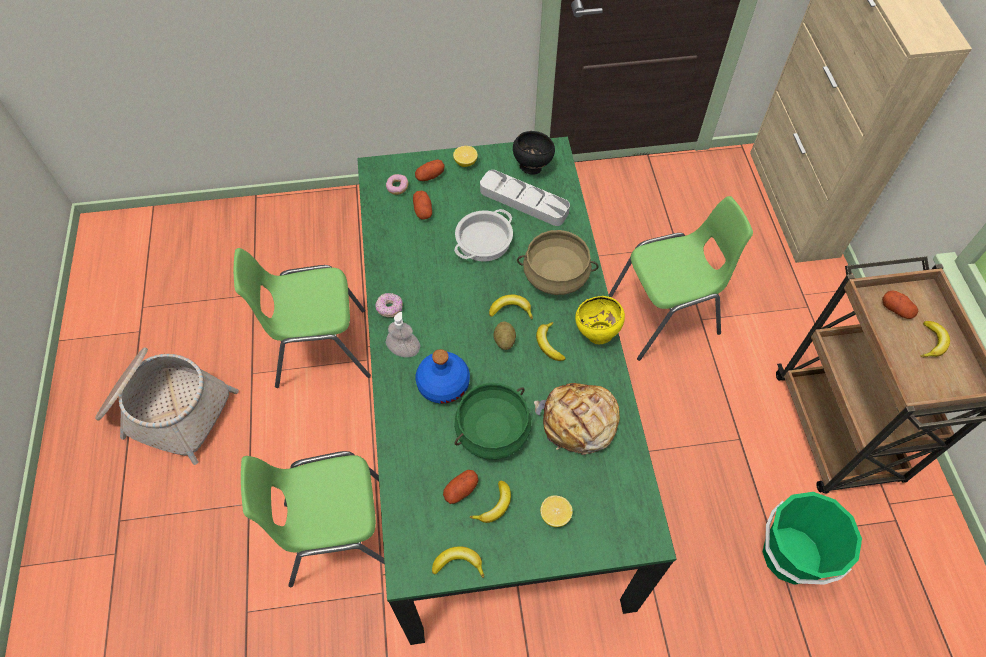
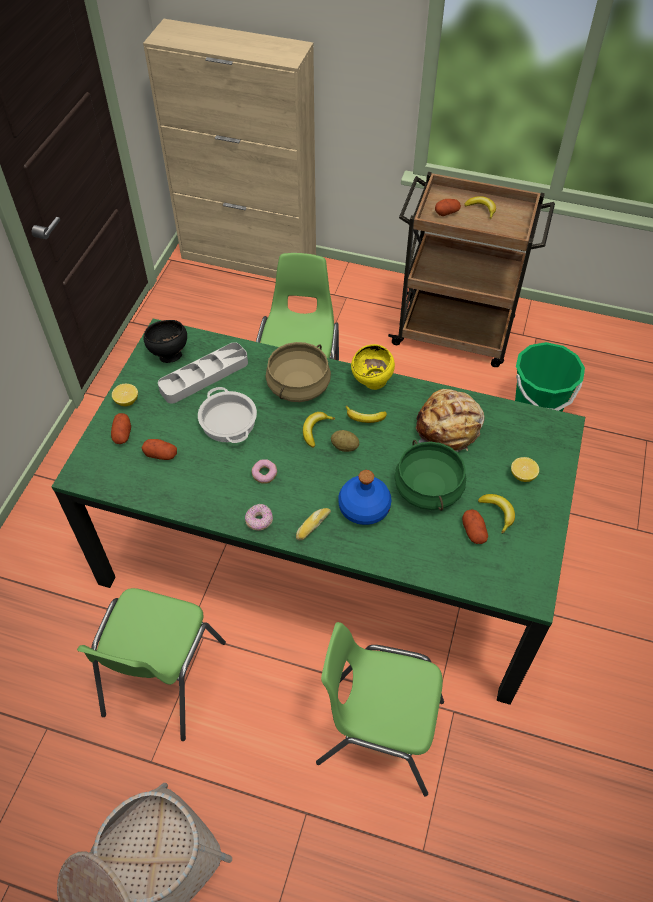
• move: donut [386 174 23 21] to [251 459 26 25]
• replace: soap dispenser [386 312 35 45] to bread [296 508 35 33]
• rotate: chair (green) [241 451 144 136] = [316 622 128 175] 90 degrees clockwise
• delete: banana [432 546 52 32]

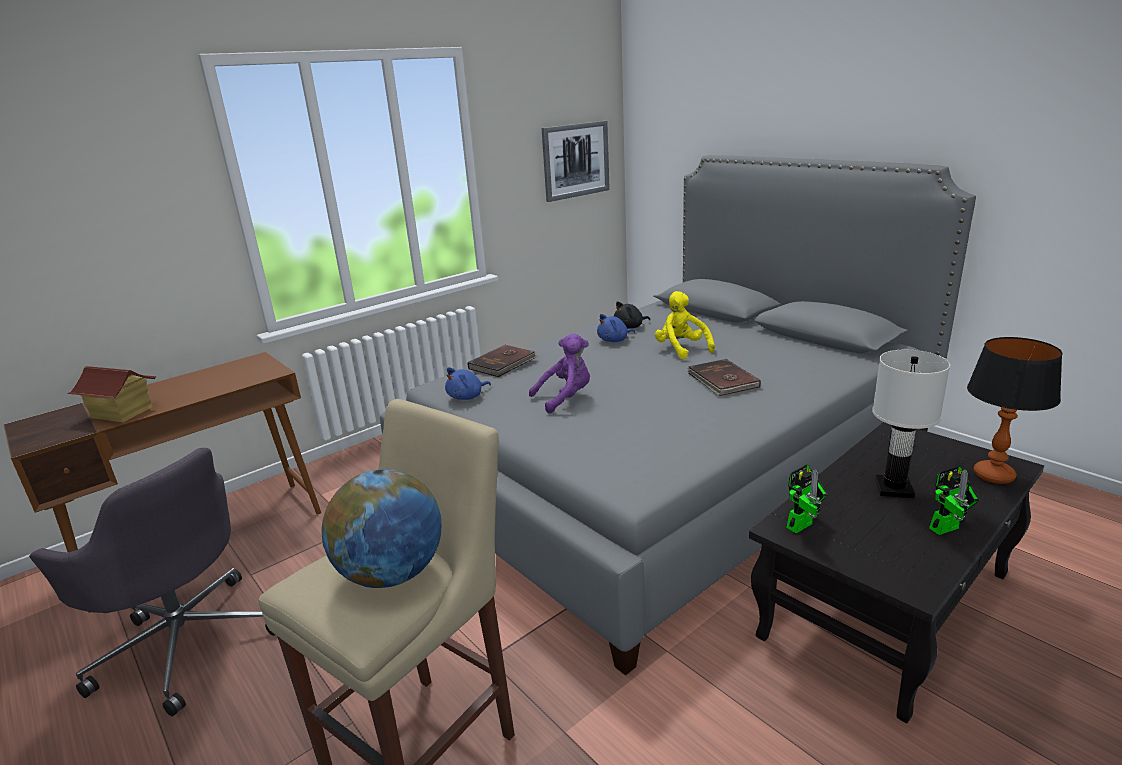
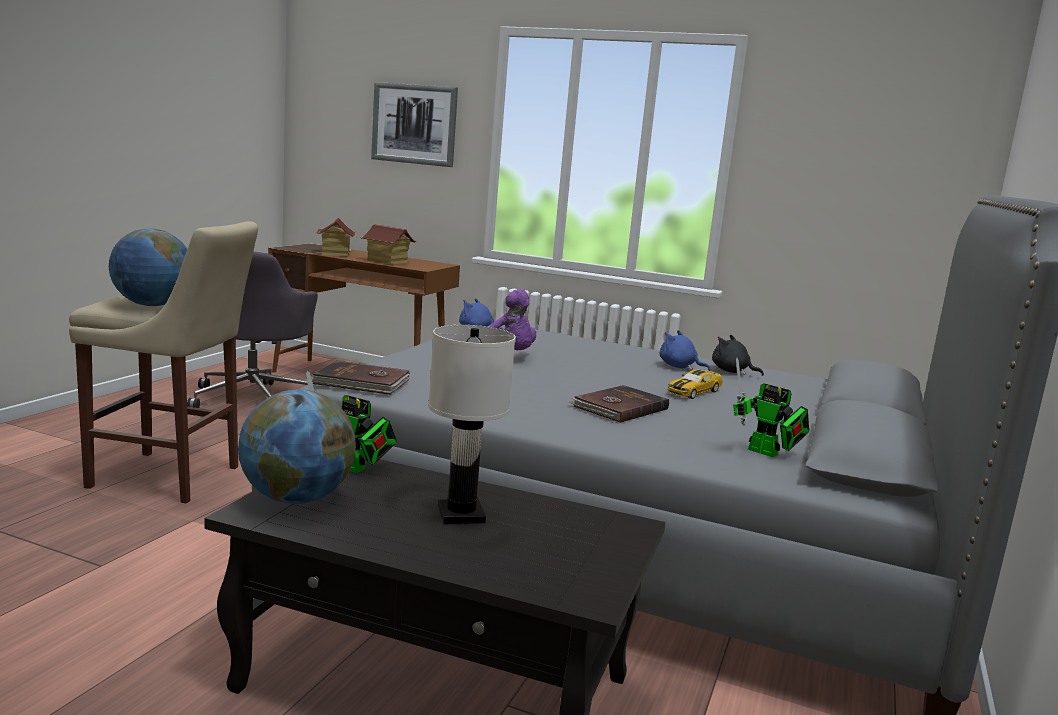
• insert: globe [238 390 118 114]
• move: book (brown) [468 344 70 33] to [312 361 98 34]
• insert: toy house [362 224 55 40]
• move: picture [542 121 68 81] to [371 82 87 85]
• replace: plush toy (yellow) [655 291 60 68] to toy car [668 370 55 29]
• move: toy robot [929 466 51 69] to [733 357 76 100]
• delete: table lamp [967 337 96 147]

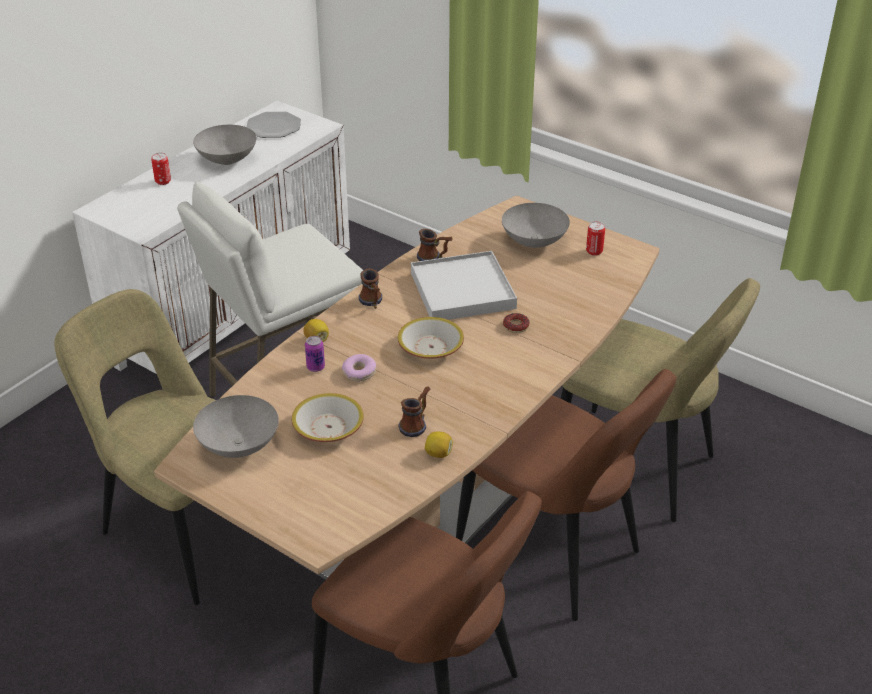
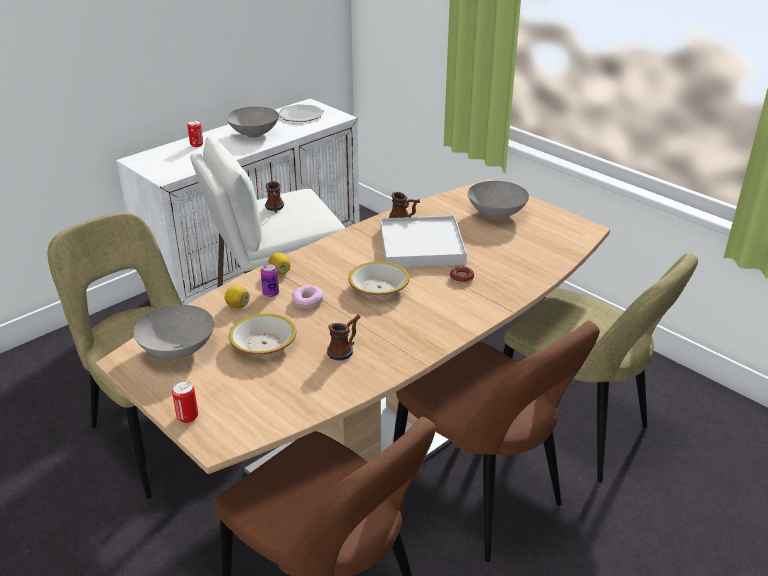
• move: can [586 222 19 34] to [172 381 26 42]
• move: lemon [425 431 28 27] to [224 286 26 22]
• move: mug [359 269 23 40] to [265 181 19 32]

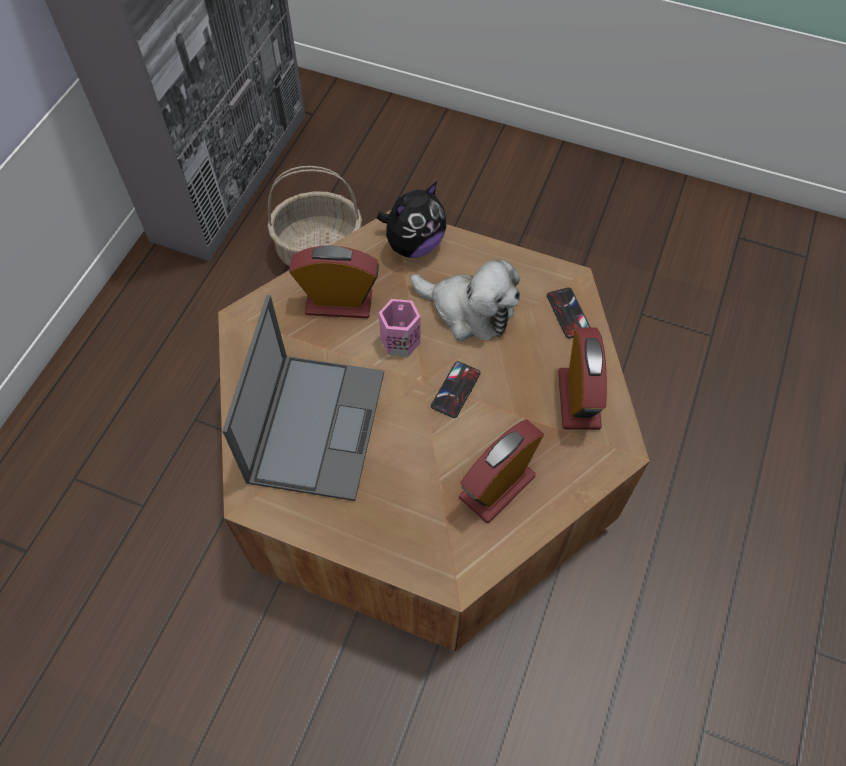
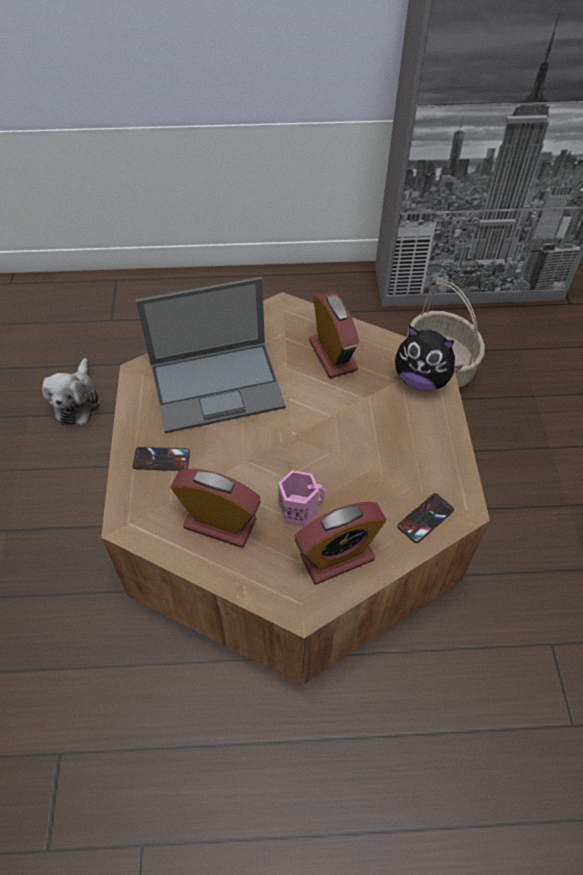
• move: plush toy [410 259 110 82] to [42 358 58 67]
• move: phone [431 361 50 57] to [132 447 58 24]
• move: mug (pink) [379 299 42 58] to [278 470 48 57]

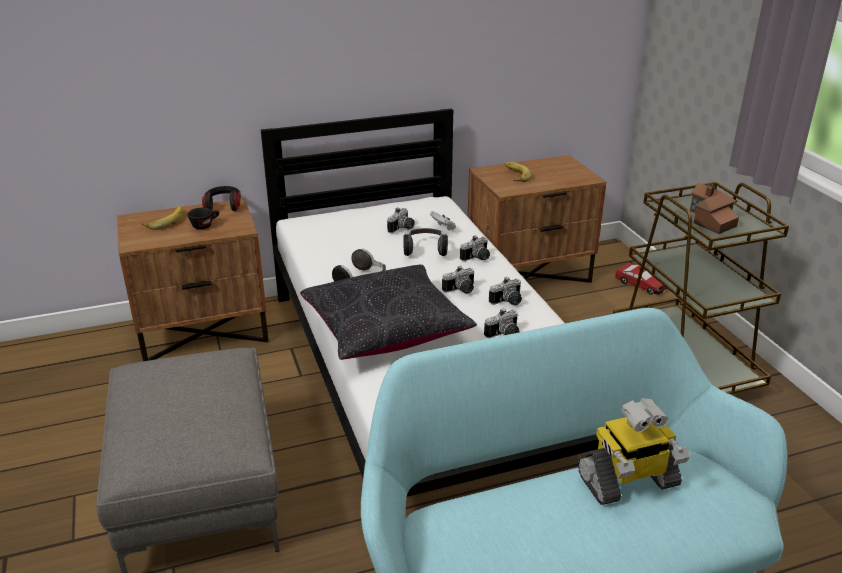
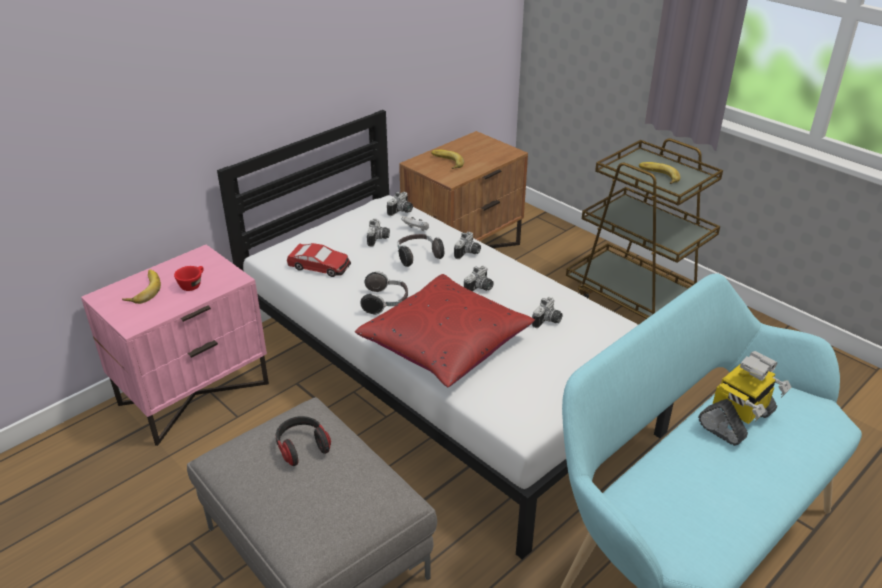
• recolor: nightstand (brown) [117 199 152 162] to nightstand (pink) [81 245 188 201]
• recolor: cup (black) [188 208 31 22] to cup (red) [174 266 30 25]
• move: headphones [202 186 39 25] to [276 416 55 50]
• move: toy car [615 263 52 32] to [287 243 64 34]
• recolor: pillow (black) [300 265 177 95] to pillow (red) [355 274 180 113]
• move: photo camera [489 277 33 28] to [387 192 26 24]
• replace: toy house [690 183 49 51] to banana [639 162 42 22]

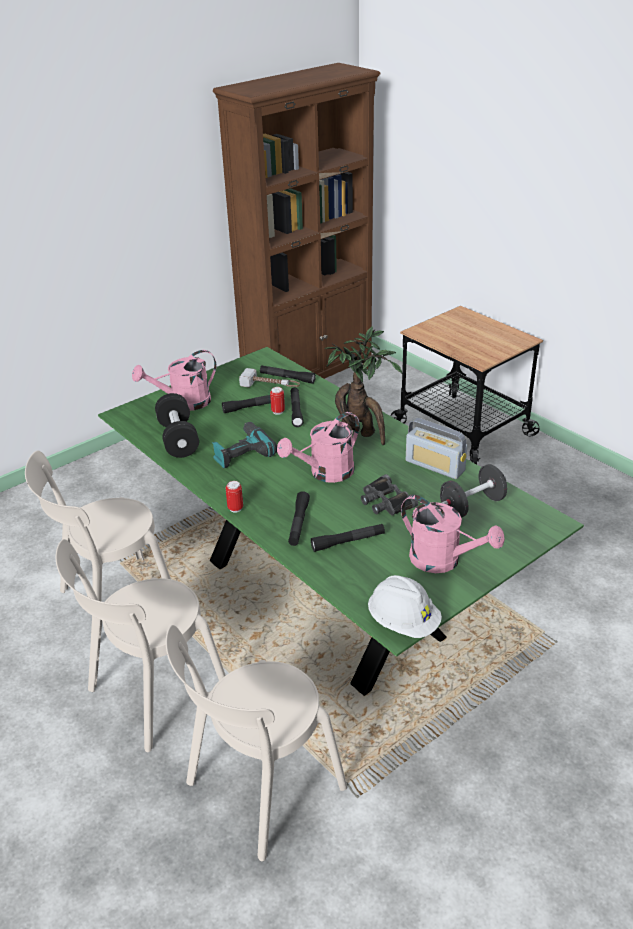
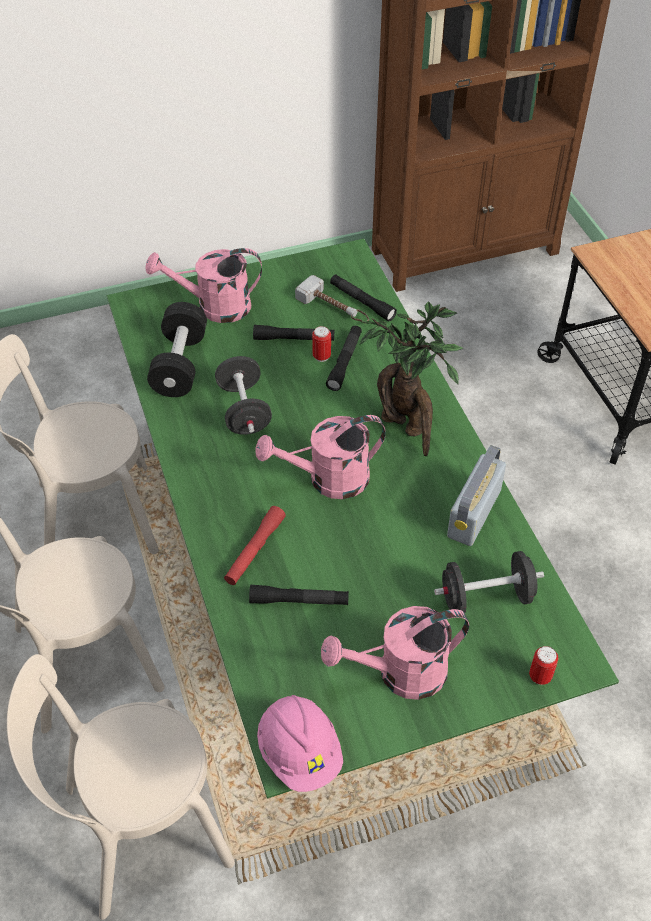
• replace: power drill [212 422 65 46] to dumbbell (black) [215 356 57 79]
• recolor: flashlight (black) [288 491 22 55] to flashlight (red) [224 506 62 79]
• recolor: hard hat (white) [368 575 74 63] to hard hat (pink) [257 695 86 97]
• rotate: watering can (pink) [401 495 104 78] = [321 606 148 94] 105 degrees clockwise
• rotate: radio [406 418 61 61] = [447 445 59 101] 60 degrees clockwise
• move: can [226 481 17 32] to [529 646 29 39]
• delete: binoculars (black) [361 474 57 41]

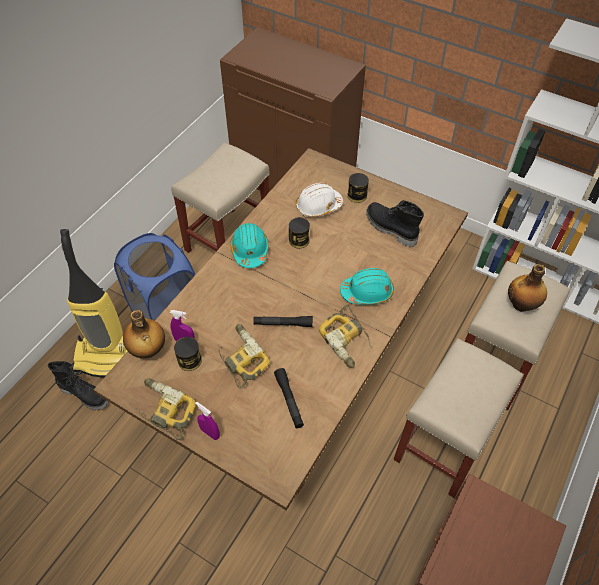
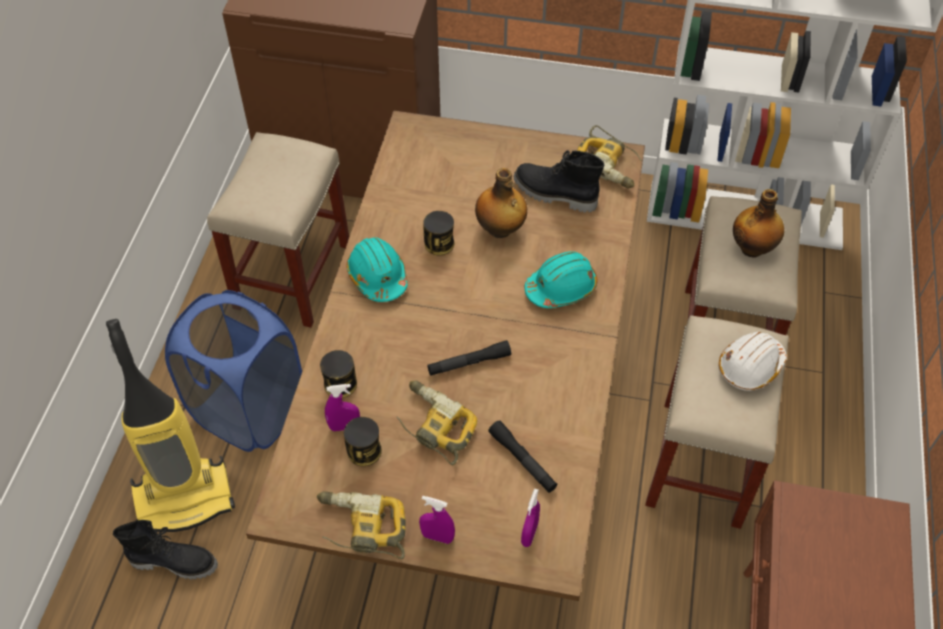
• move: can [347 173 22 30] to [320 350 37 48]
• move: bottle [123 310 42 49] to [475 168 52 70]
• insert: spray bottle (purple) [521 489 19 58]
• move: power drill [319 305 52 63] to [577 125 65 63]
• move: hard hat (white) [296 183 47 34] to [718 332 69 59]

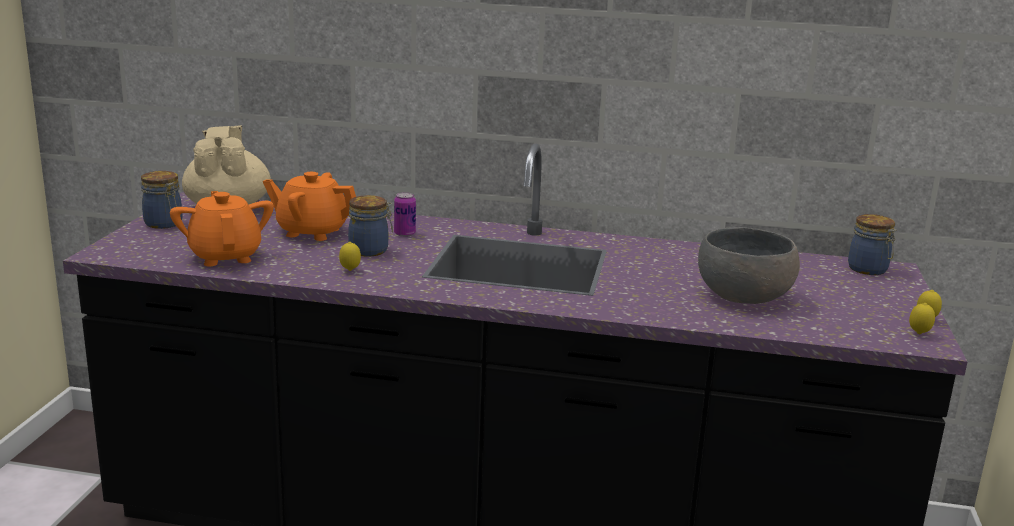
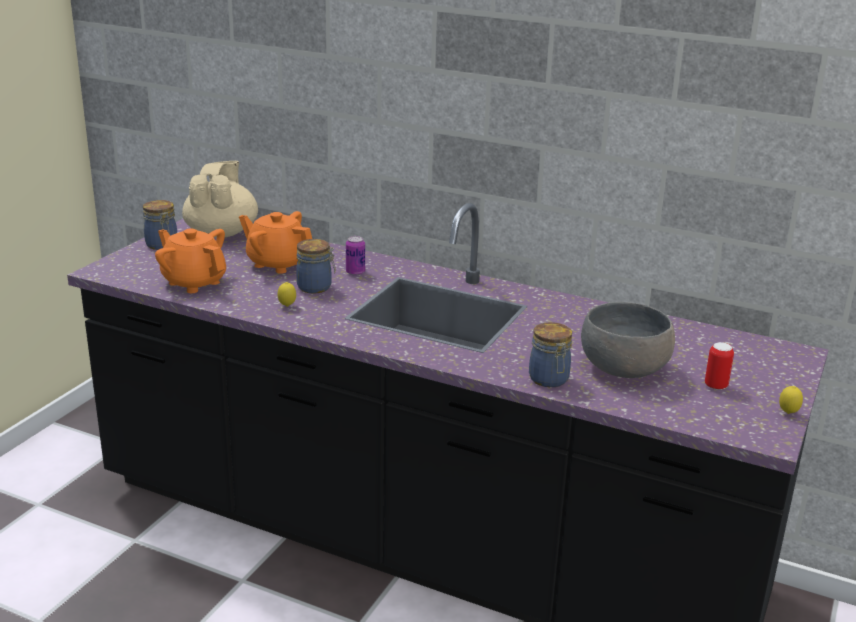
• rotate: teapot (orange) [170 191 104 75] = [155 228 71 65] 45 degrees counterclockwise
• move: jar [848 214 48 61] to [529 322 43 65]
• insert: can [705 342 29 48]
• delete: lemon [909 303 26 31]

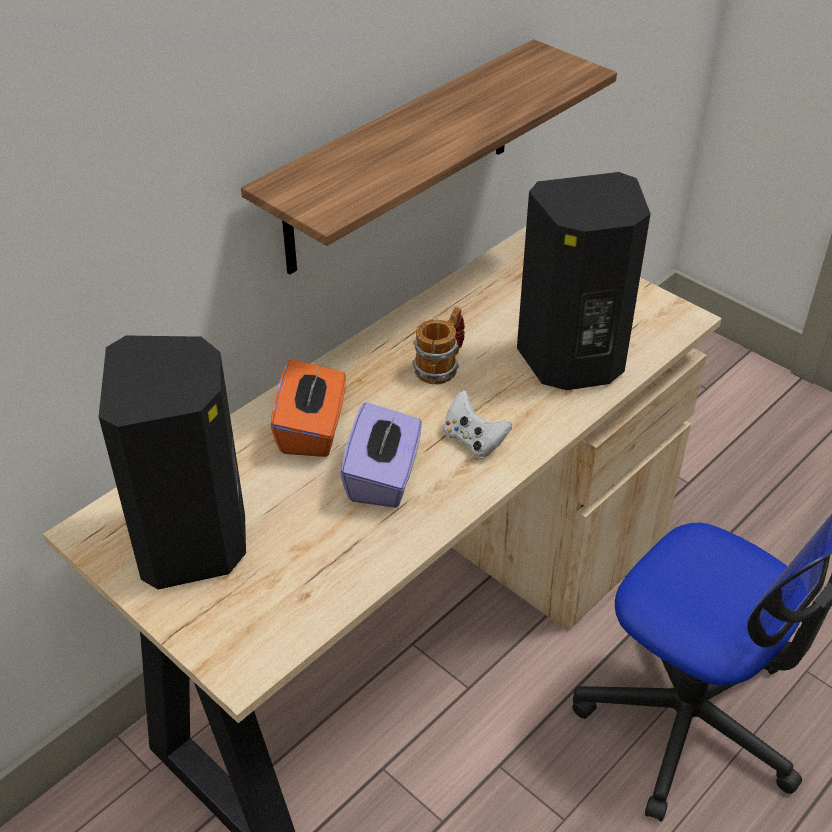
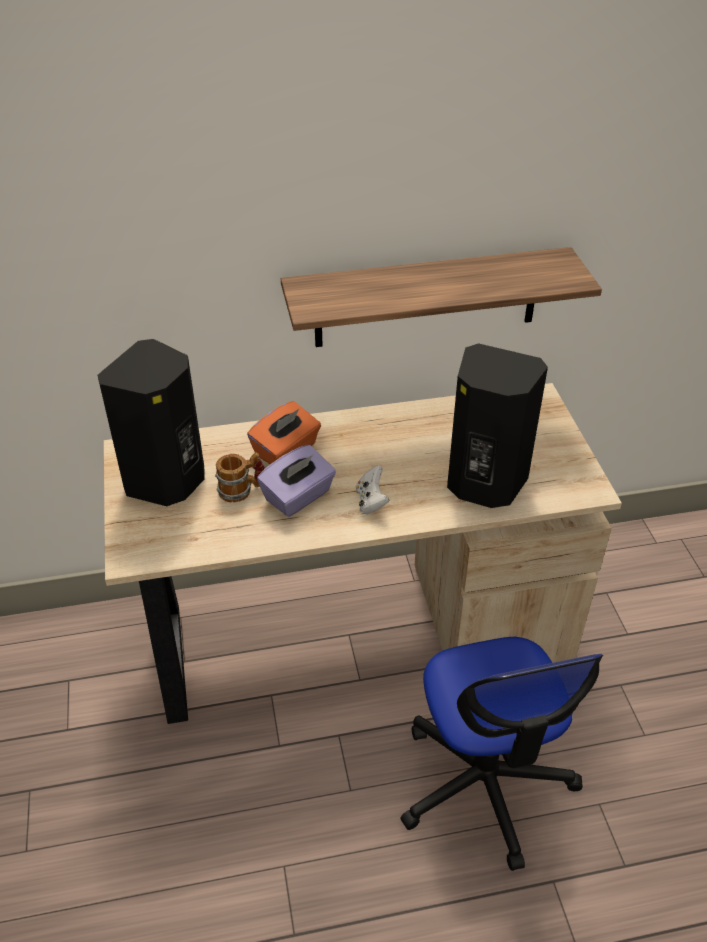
• move: mug [413 307 52 78] to [215 452 50 51]

